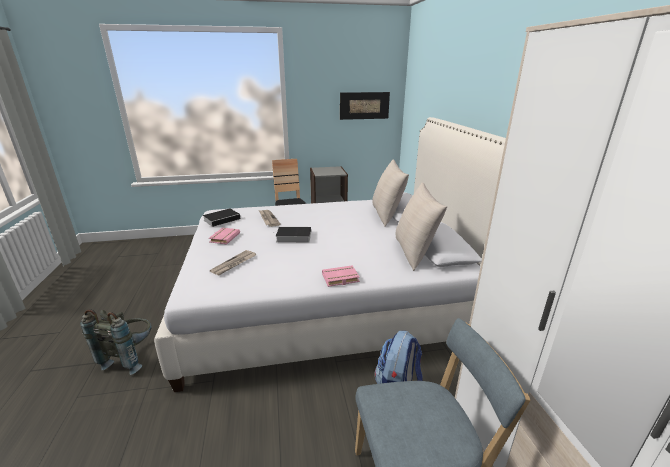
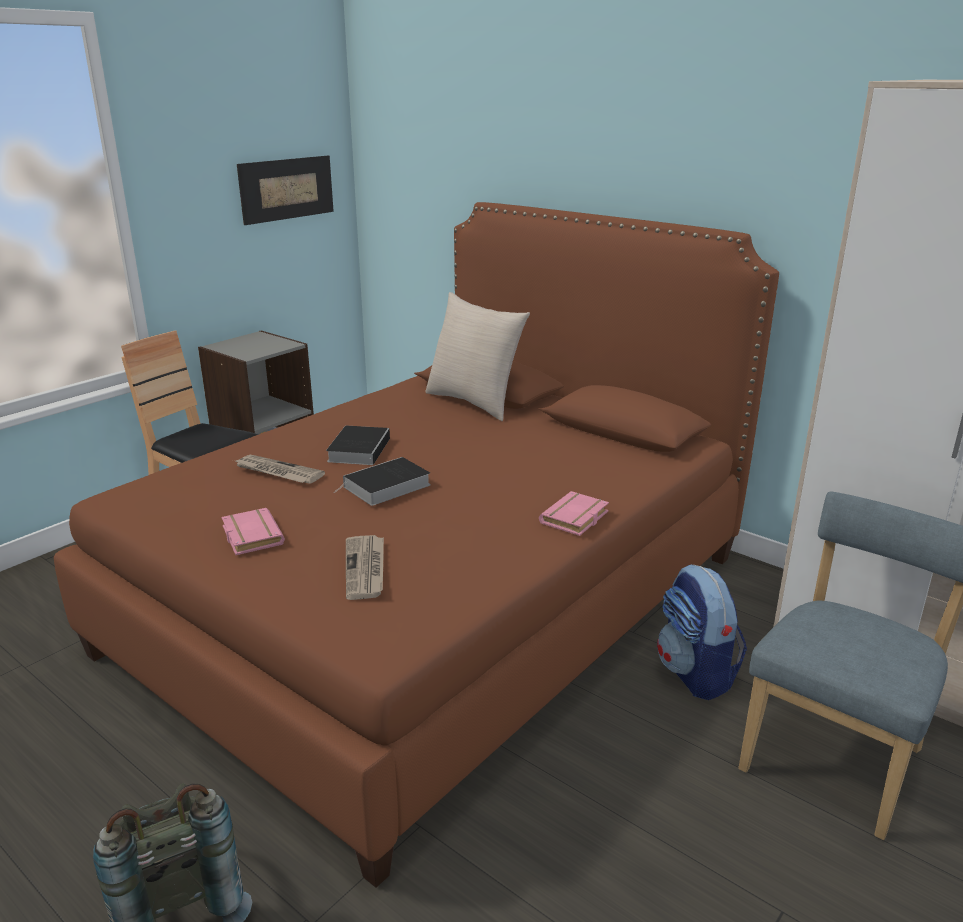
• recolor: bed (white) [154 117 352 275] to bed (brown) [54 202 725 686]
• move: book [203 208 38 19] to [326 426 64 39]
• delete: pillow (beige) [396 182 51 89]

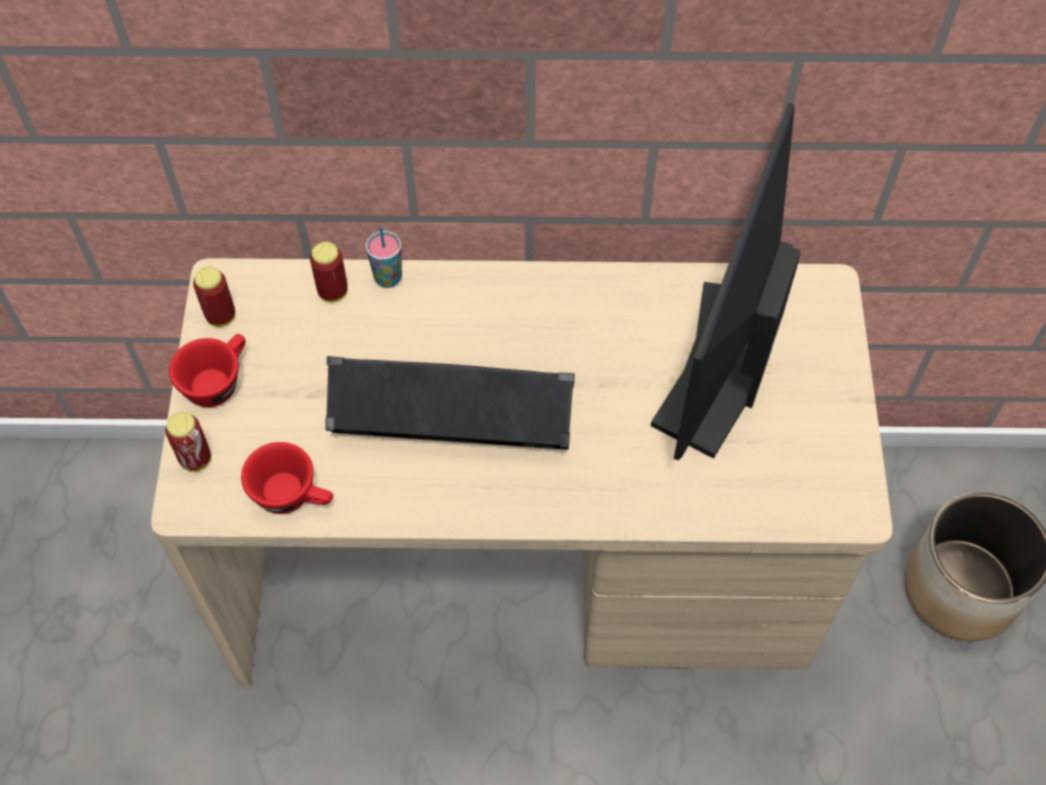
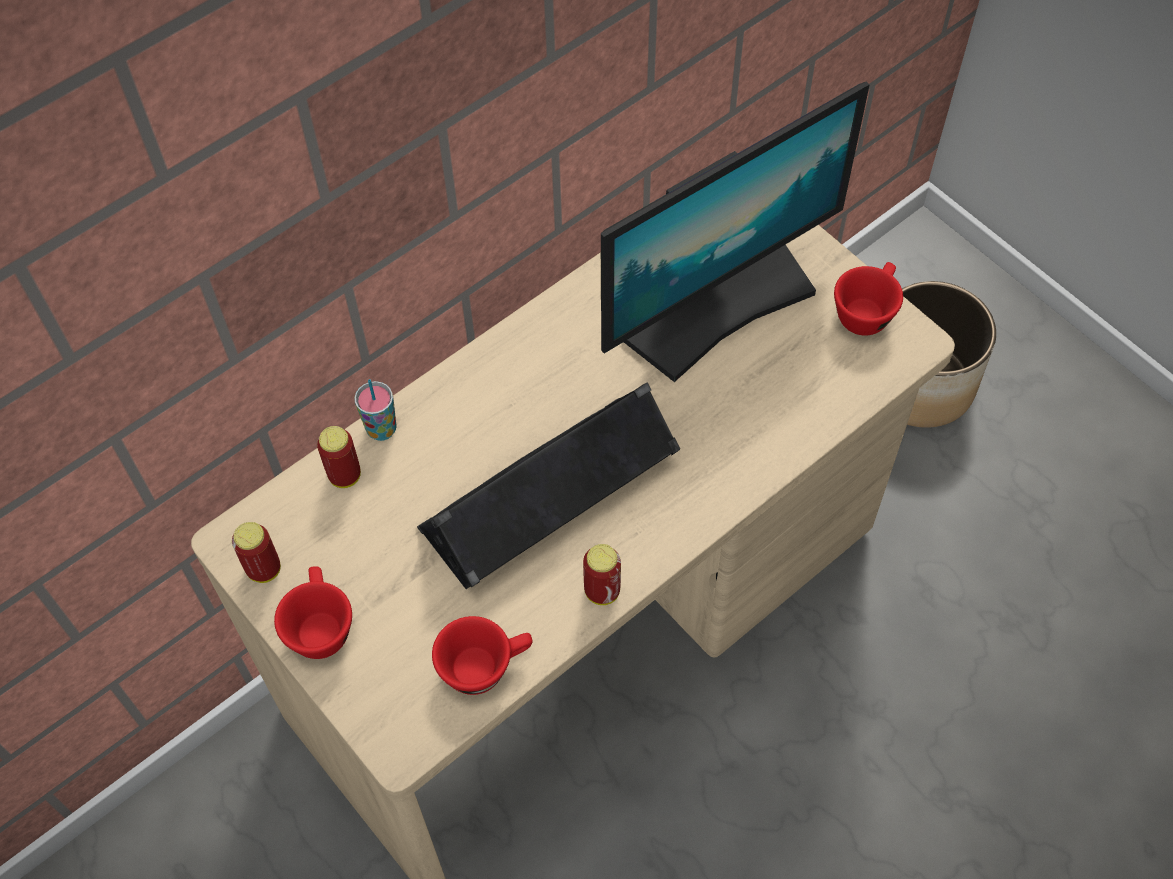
• move: can [165 412 46 60] to [583 544 38 61]
• rotate: monitor [651 102 150 358] = [601 81 269 301] 105 degrees counterclockwise
• insert: cup (red) [834 262 69 73]

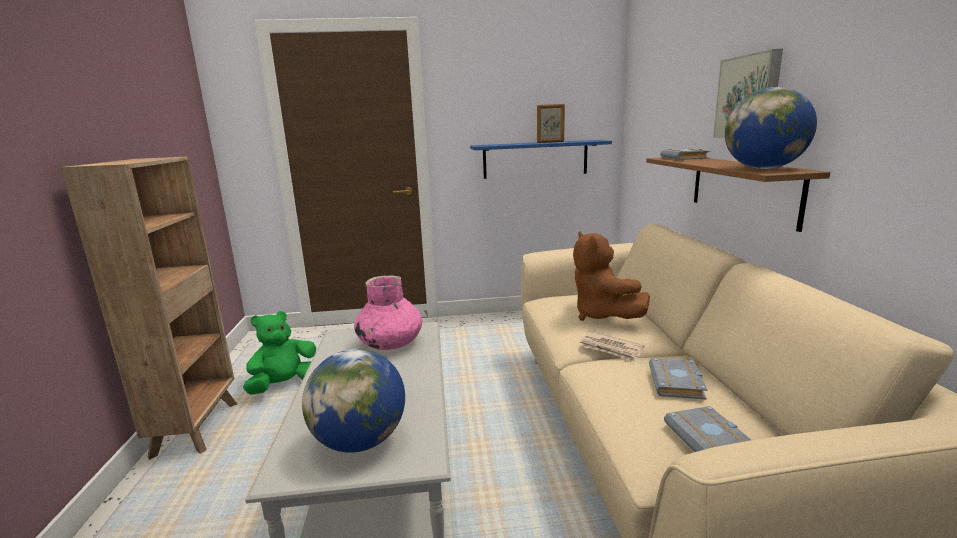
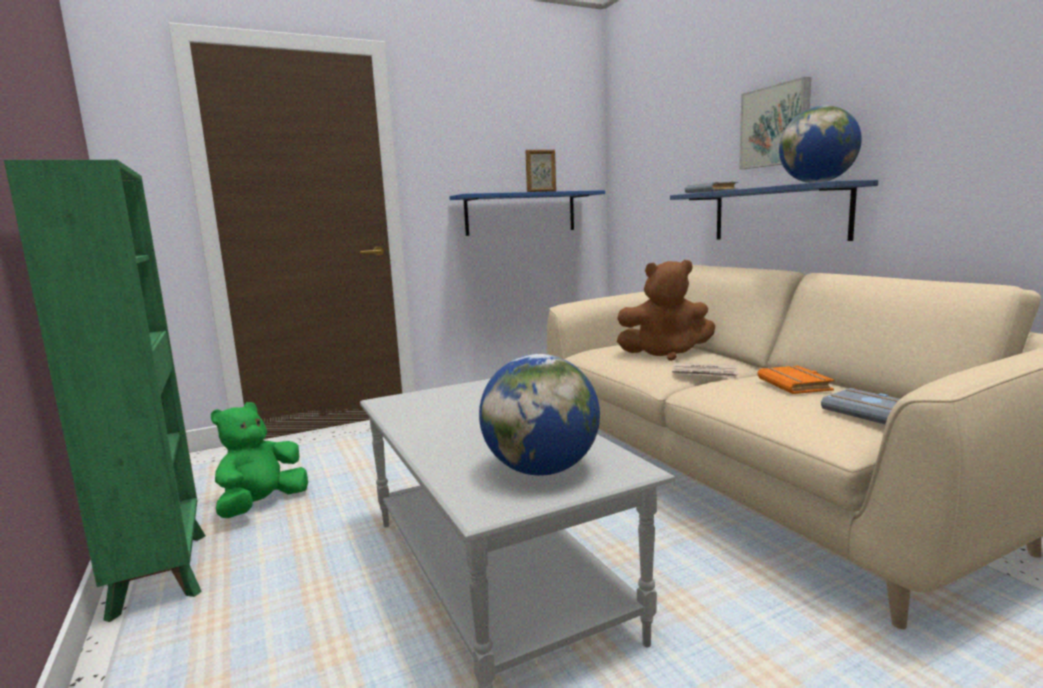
• recolor: bookcase (brown) [61 157 176 303] to bookcase (green) [4 160 202 462]
• rotate: plush toy (brown) [573 231 77 90] = [617 260 98 101] 45 degrees counterclockwise
• recolor: shelf (brown) [646 157 184 75] to shelf (blue) [670 180 208 61]
• recolor: book (grey) [649 358 58 41] to book (orange) [757 366 78 28]
• delete: vase (pink) [354 275 68 75]

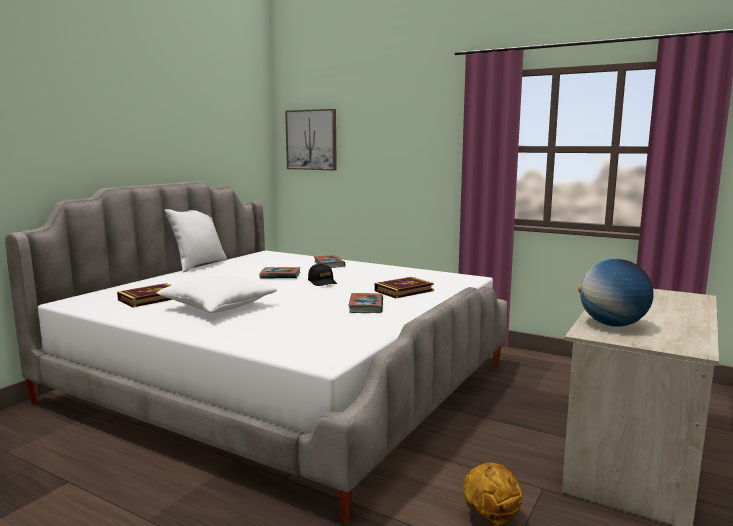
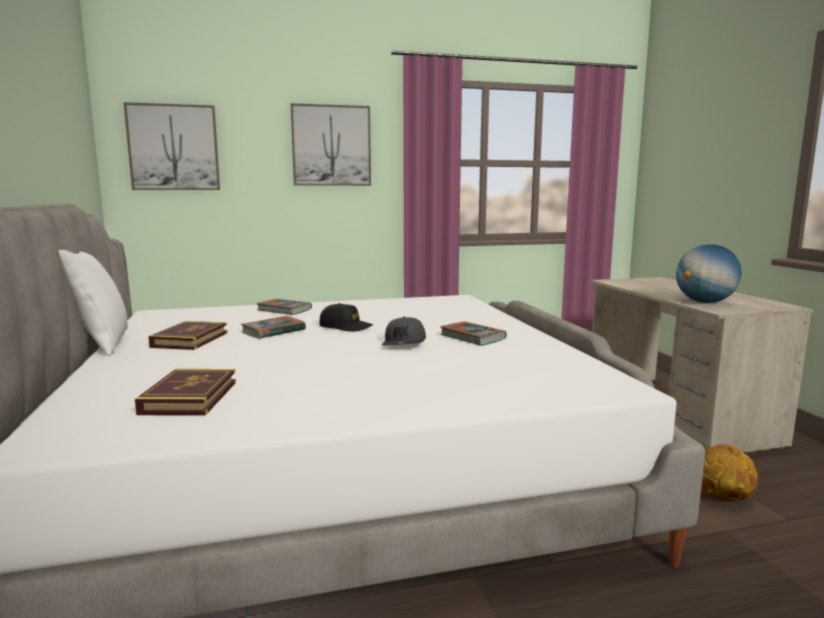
• move: book [375 277 59 21] to [148 321 80 29]
• insert: picture [290 103 81 83]
• insert: cap (grey) [382 317 44 29]
• delete: pillow (white) [156 275 121 38]

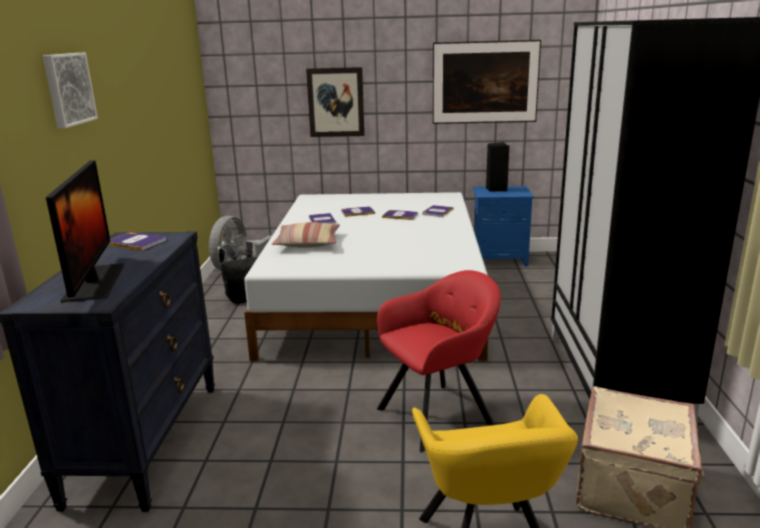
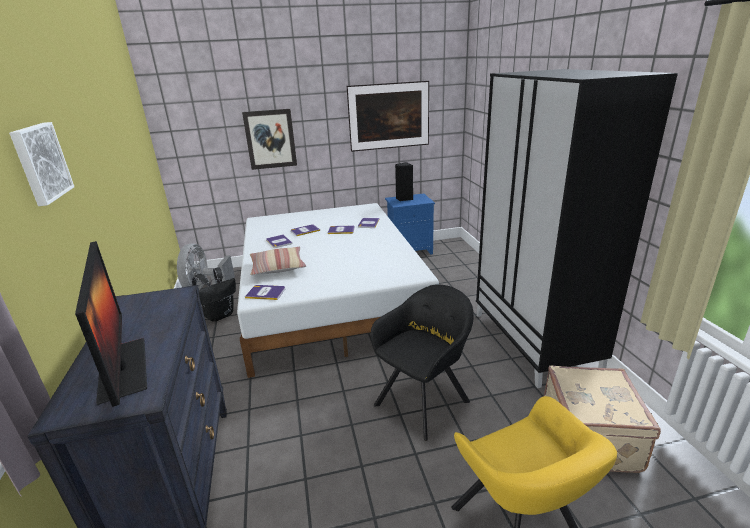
• move: book [108 232 58 18] to [245 285 40 15]
• recolor: armchair (red) [377 270 124 182] to armchair (black) [371 284 103 157]

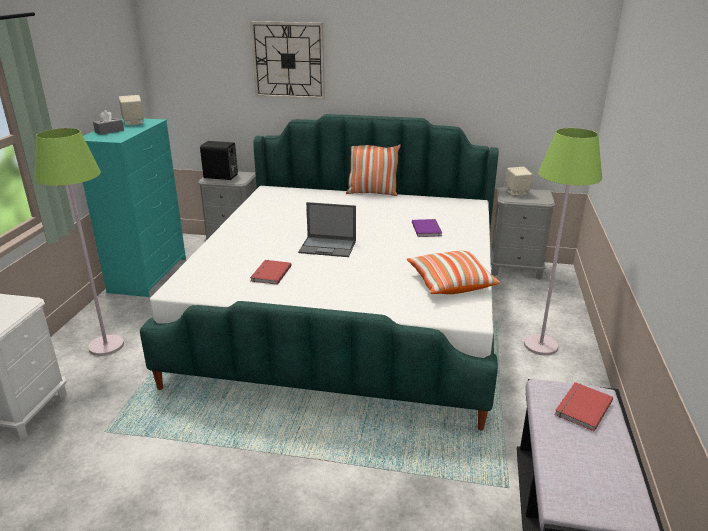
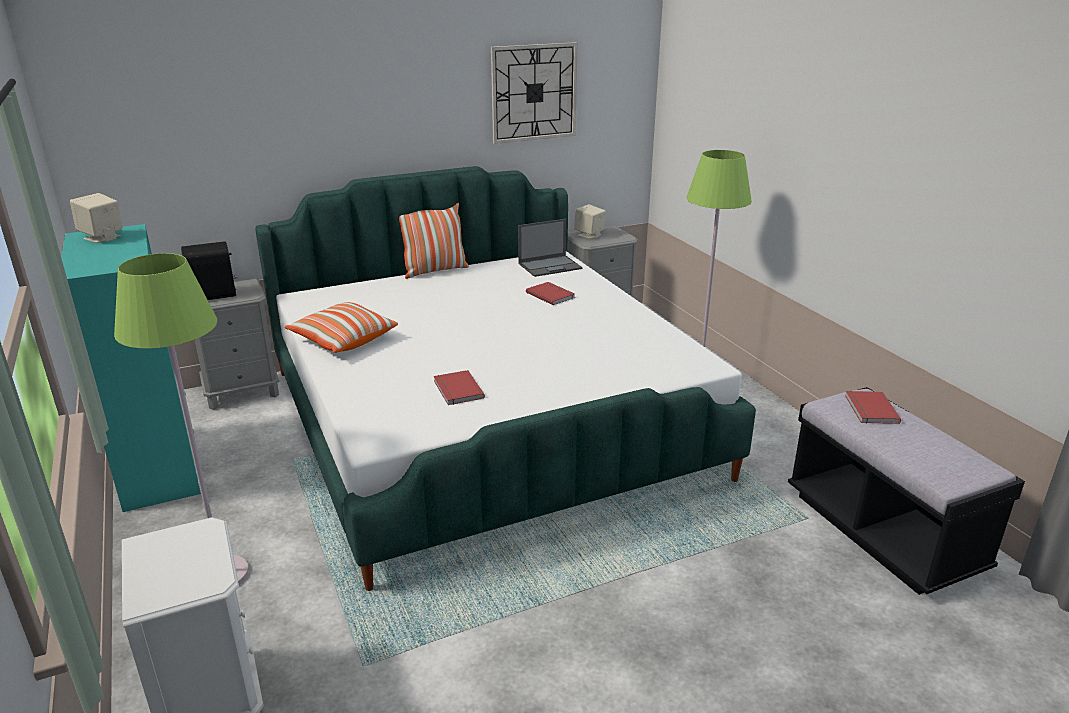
• move: pillow [407 251 93 43] to [285 302 113 51]
• move: wall clock [250 21 75 79] to [491 42 87 102]
• move: laptop [298 202 58 55] to [518 219 64 58]
• recolor: book (purple) [412 219 30 18] to book (red) [526 282 49 23]
• delete: tissue box (grey) [93 110 31 25]

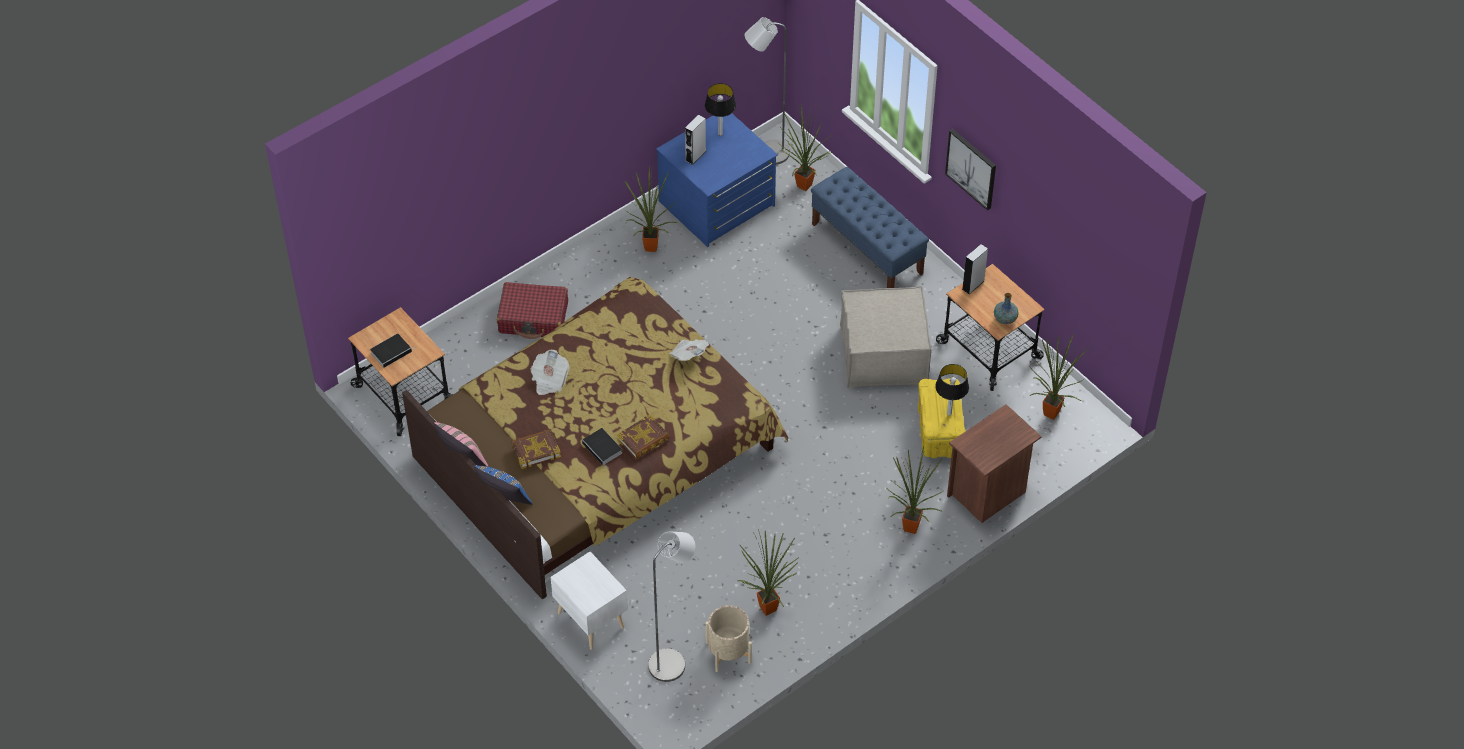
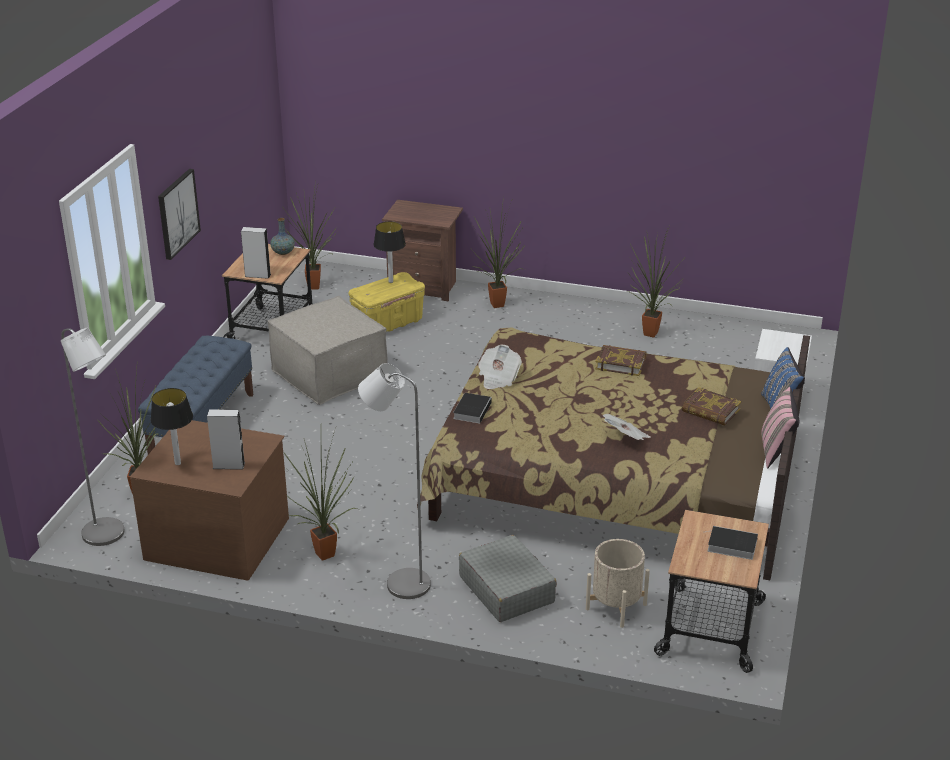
• recolor: dresser (blue) [656 113 122 134] to dresser (brown) [130 420 159 161]
• move: floor lamp (grey) [648 532 48 150] to [358 363 73 236]
• move: book [582 428 40 41] to [453 393 39 31]
• recolor: suitcase (red) [497 282 71 57] to suitcase (grey) [459 535 98 87]
• move: planter (beige) [706 605 46 67] to [586 539 64 89]

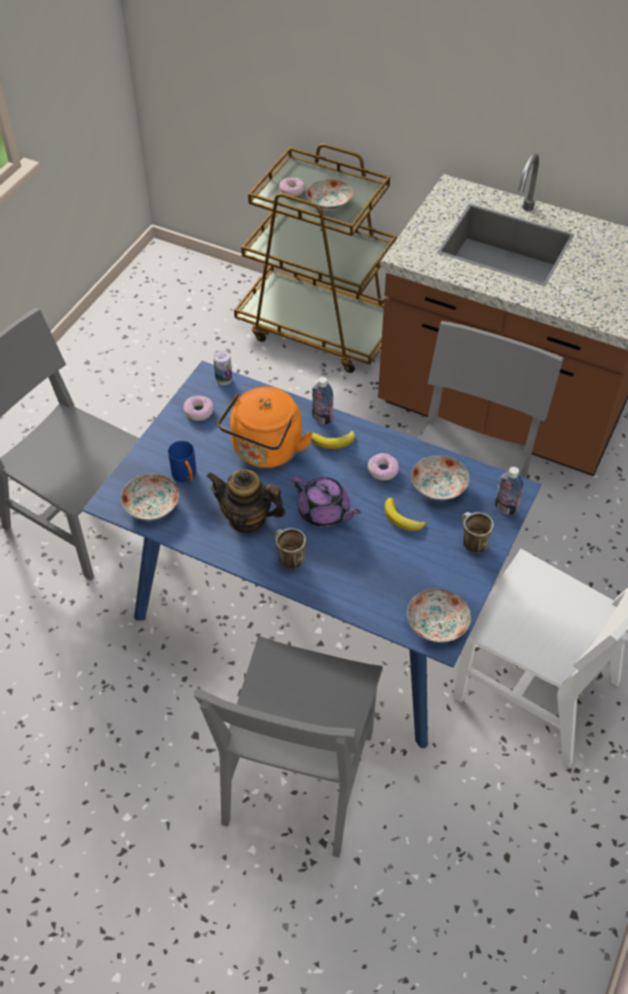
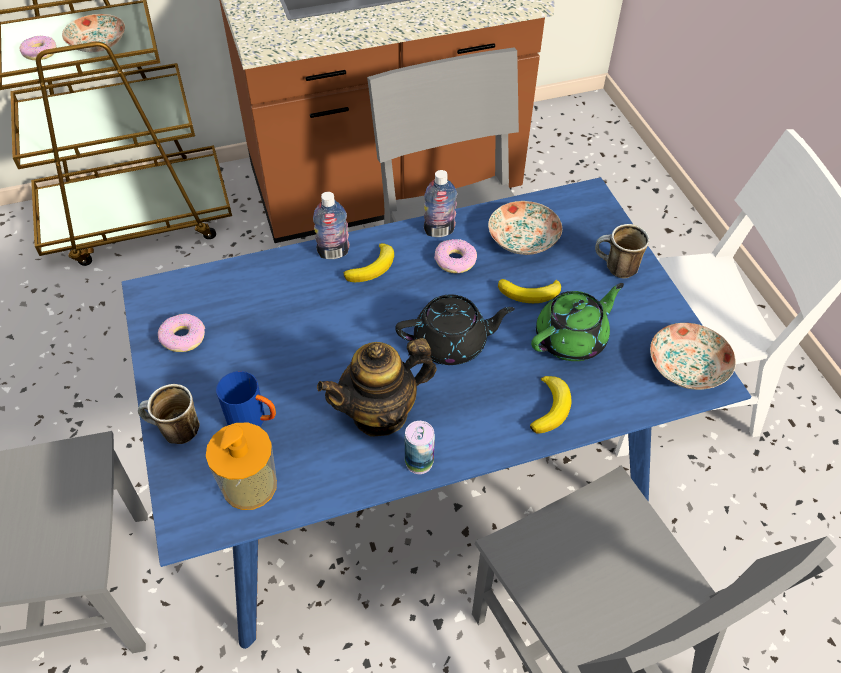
• move: mug [274 528 32 41] to [138 384 62 60]
• replace: plate [121 474 58 46] to soap dispenser [206 422 71 88]
• recolor: teapot (purple) [292 477 69 50] to teapot (black) [395 295 120 70]
• move: can [213 351 19 34] to [404 421 31 53]
• move: bottle [495 467 28 48] to [424 170 33 67]
• insert: banana [530 376 42 57]
• insert: teapot (green) [531 283 93 78]
• delete: kettle (orange) [218 387 95 81]

